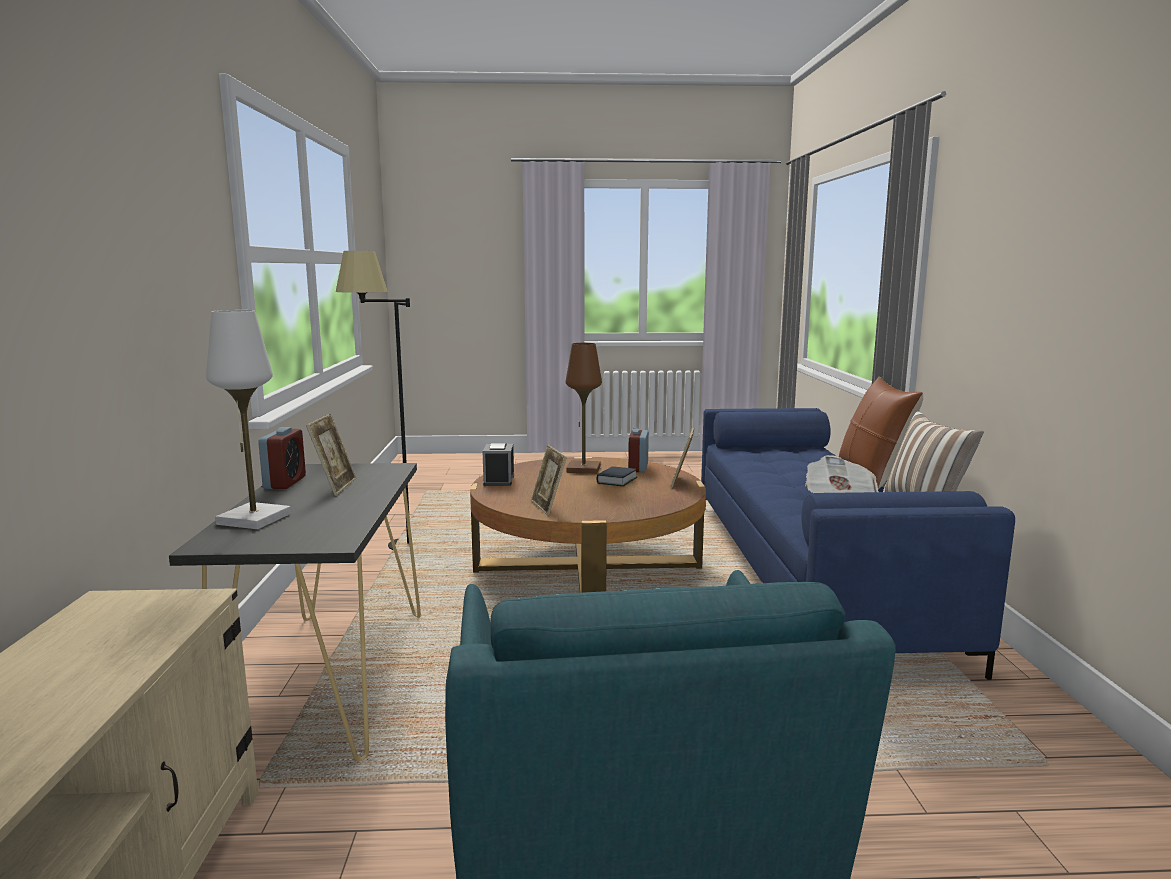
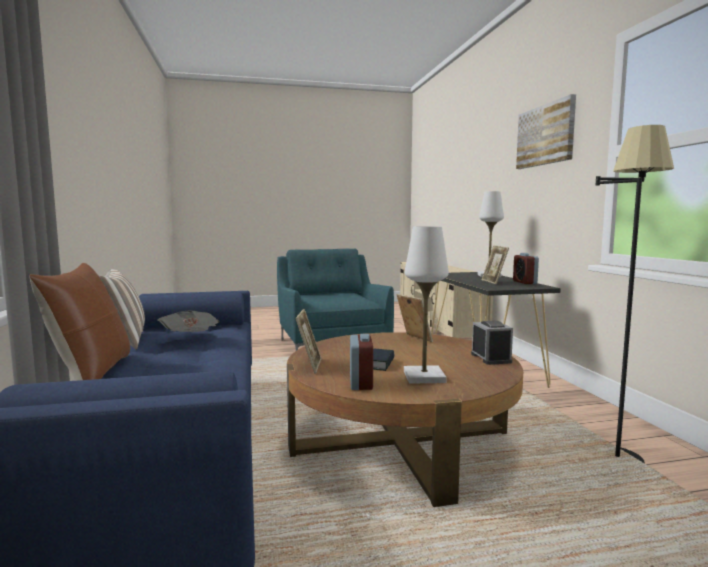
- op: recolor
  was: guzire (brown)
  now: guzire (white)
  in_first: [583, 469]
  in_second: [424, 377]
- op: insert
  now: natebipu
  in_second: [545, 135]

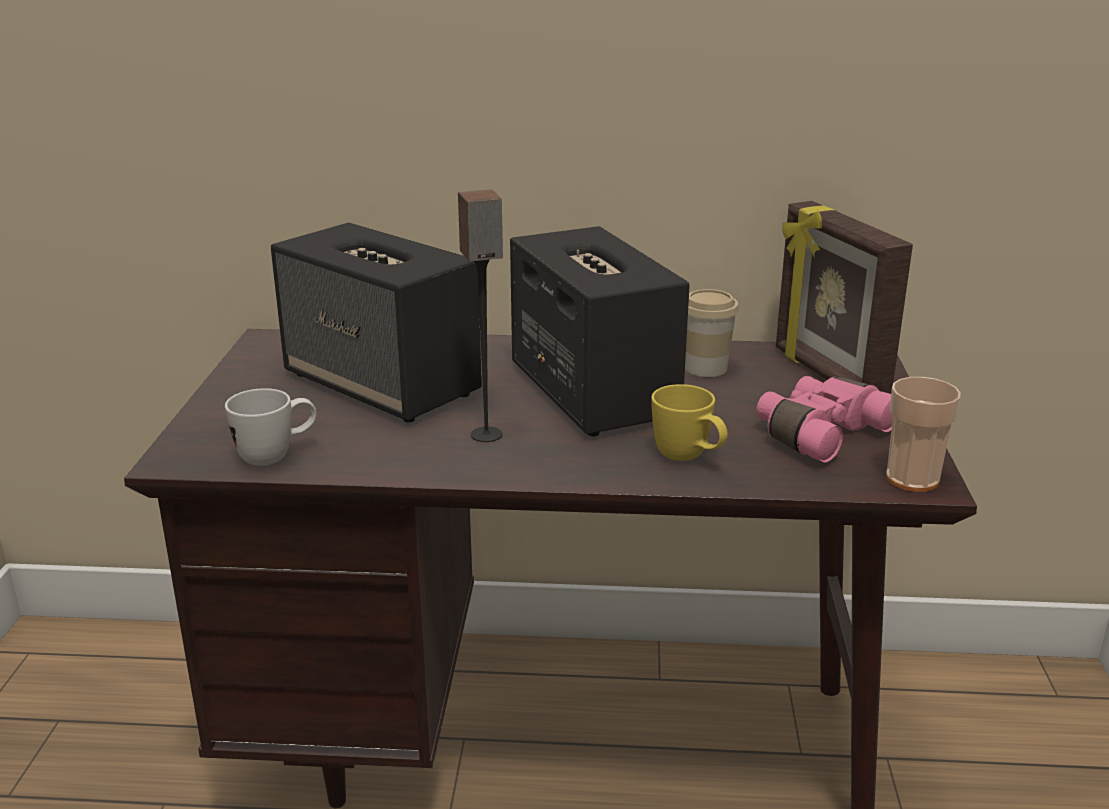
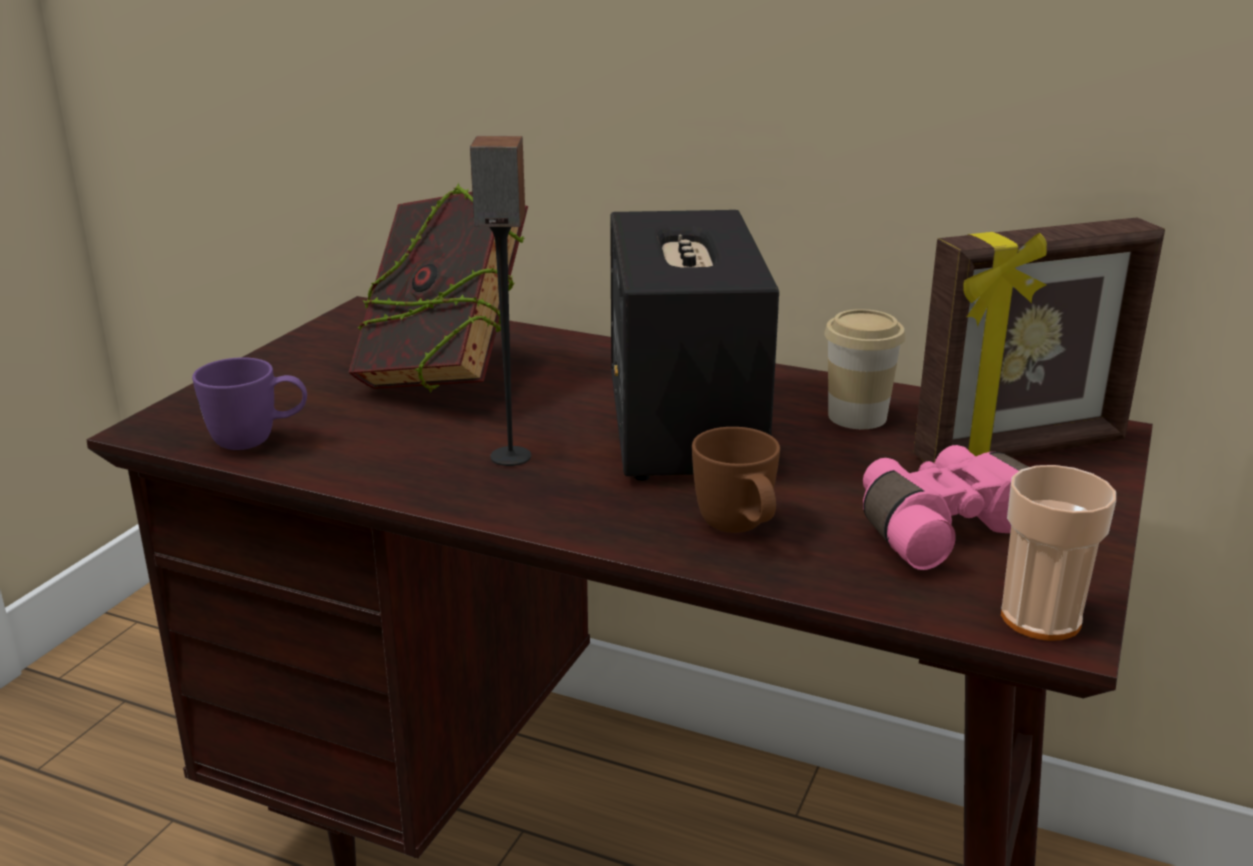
- op: rotate
  was: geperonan
  in_first: [827, 375]
  in_second: [1022, 451]
  clockwise: -105
- op: replace
  was: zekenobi
  now: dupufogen
  in_first: [383, 385]
  in_second: [445, 379]
- op: recolor
  was: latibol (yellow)
  now: latibol (brown)
  in_first: [689, 458]
  in_second: [740, 531]
- op: recolor
  was: latibol (white)
  now: latibol (purple)
  in_first: [277, 456]
  in_second: [258, 441]

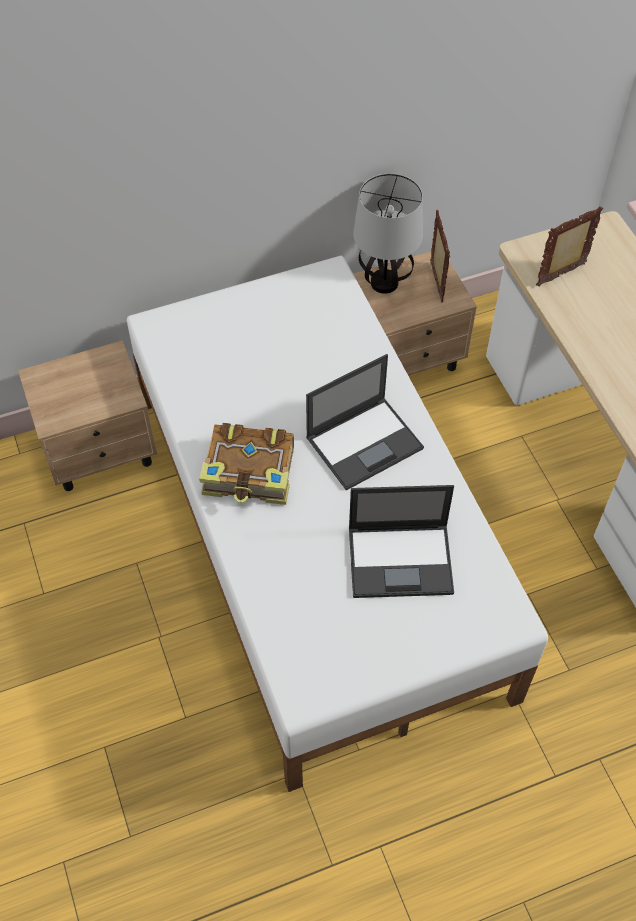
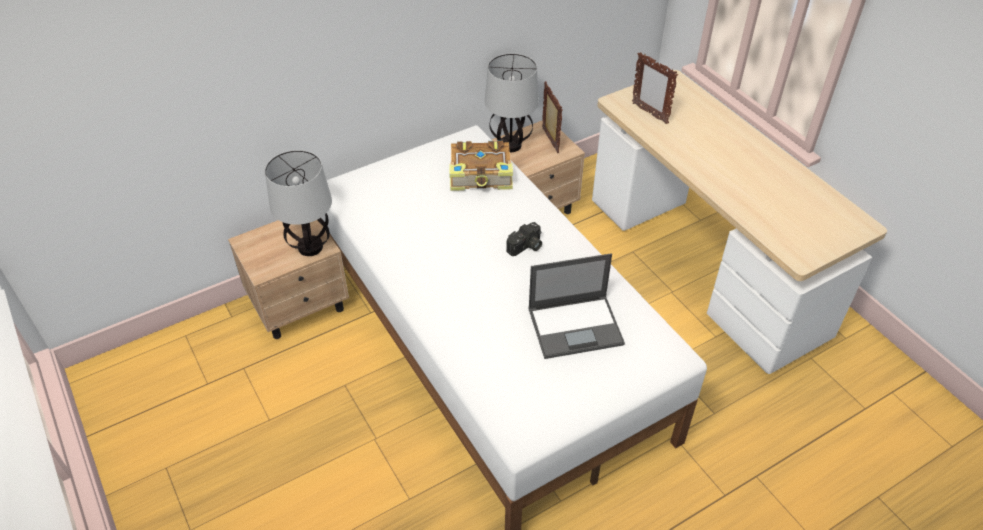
- op: rotate
  was: geperonan
  in_first: [561, 275]
  in_second: [649, 113]
  clockwise: -90
- op: replace
  was: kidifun
  now: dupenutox
  in_first: [365, 442]
  in_second: [526, 247]
- op: move
  was: dupufogen
  in_first: [250, 473]
  in_second: [481, 175]
- op: insert
  now: guzire
  in_second: [311, 248]

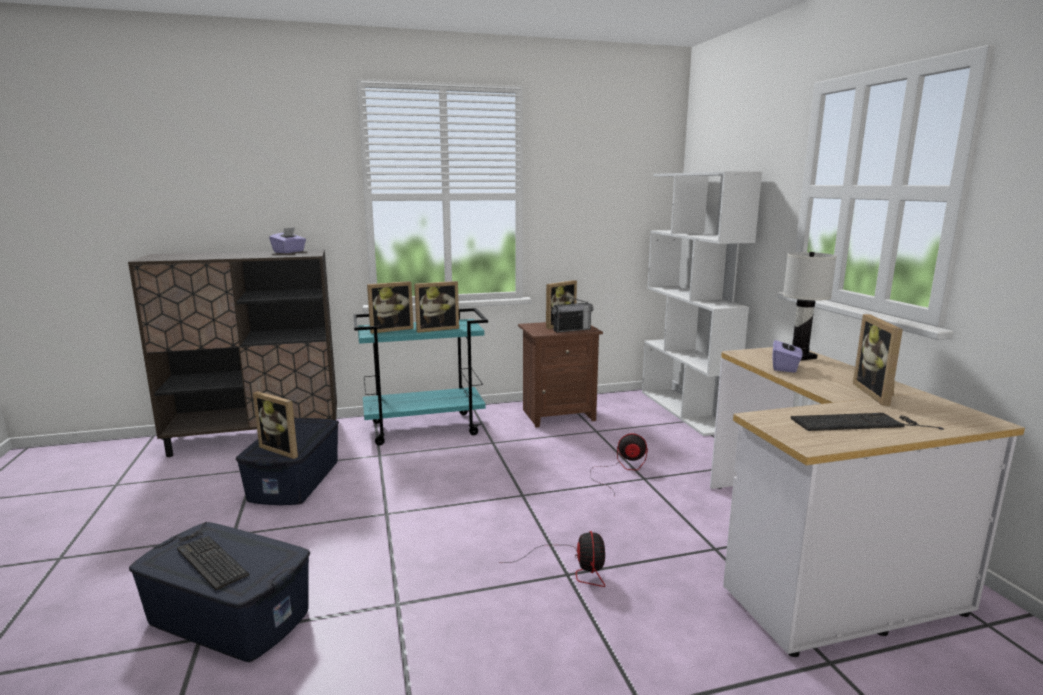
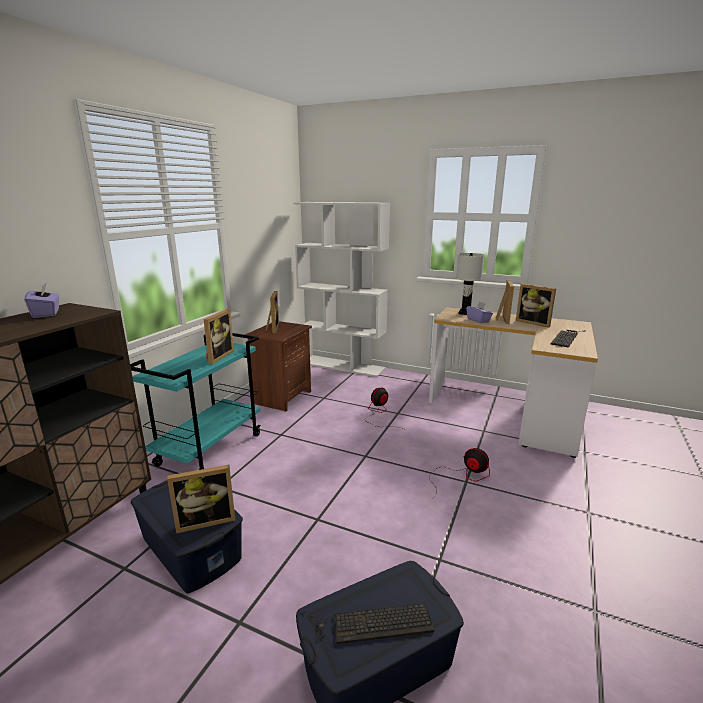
- op: move
  was: geperonan
  in_first: [390, 329]
  in_second: [501, 319]
- op: delete
  was: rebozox
  in_first: [571, 330]

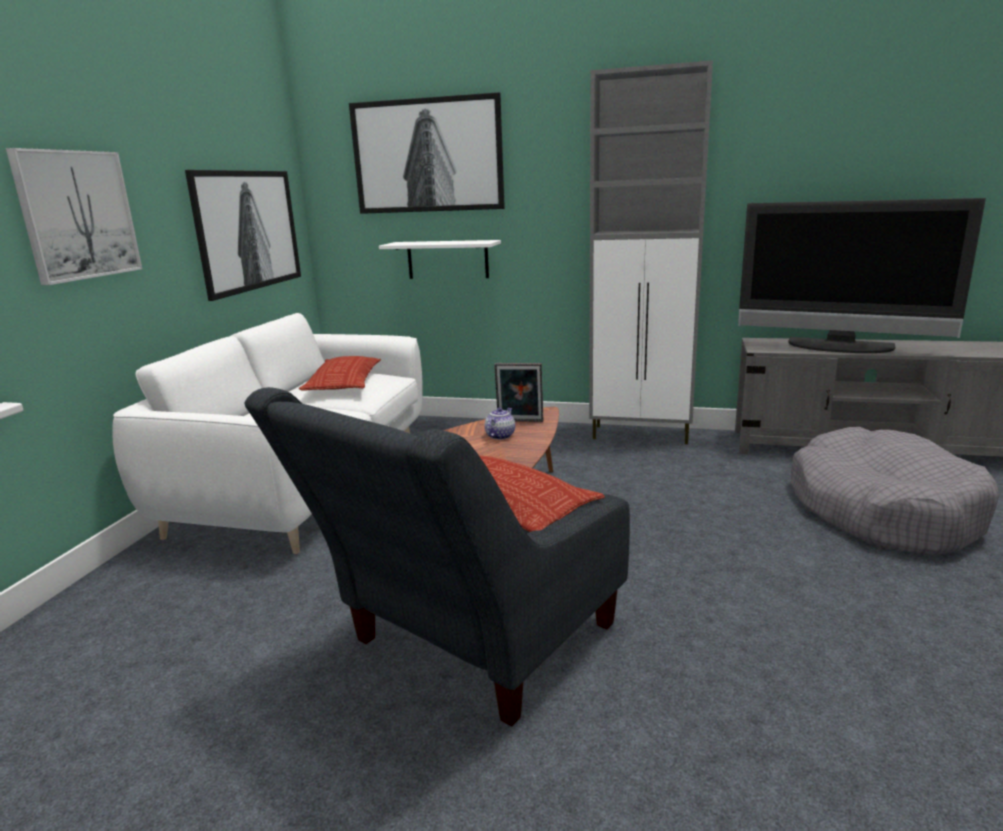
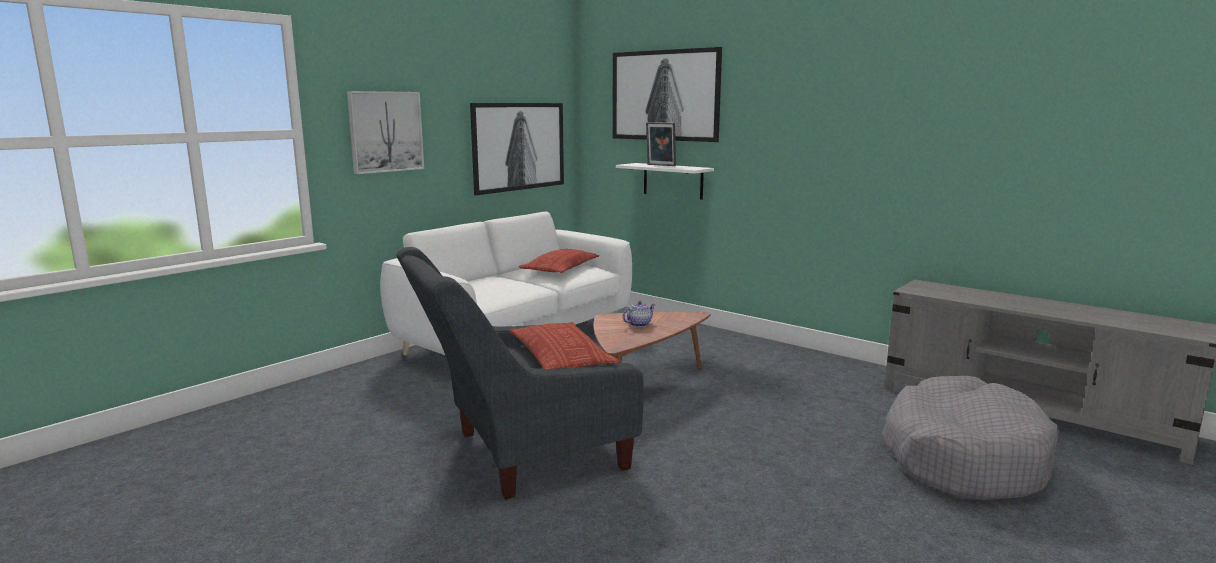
- op: delete
  was: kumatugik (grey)
  in_first: [642, 435]
- op: delete
  was: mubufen
  in_first: [839, 347]
- op: move
  was: geperonan
  in_first: [520, 421]
  in_second: [660, 165]

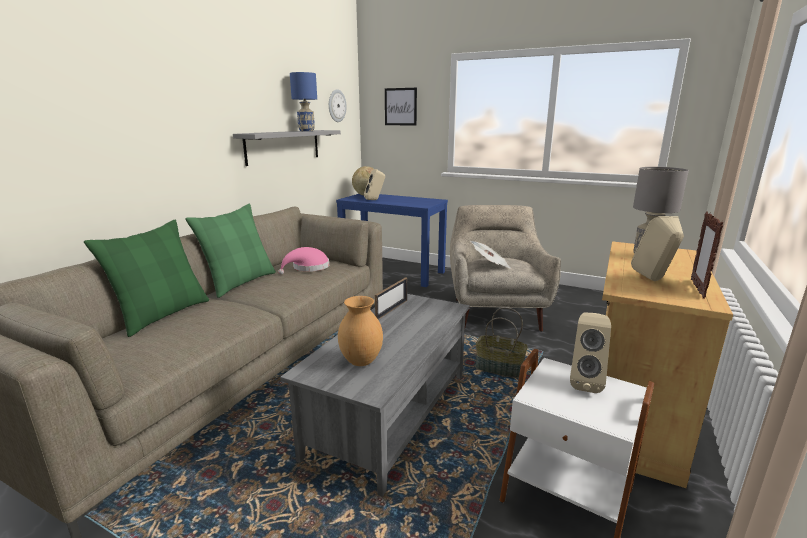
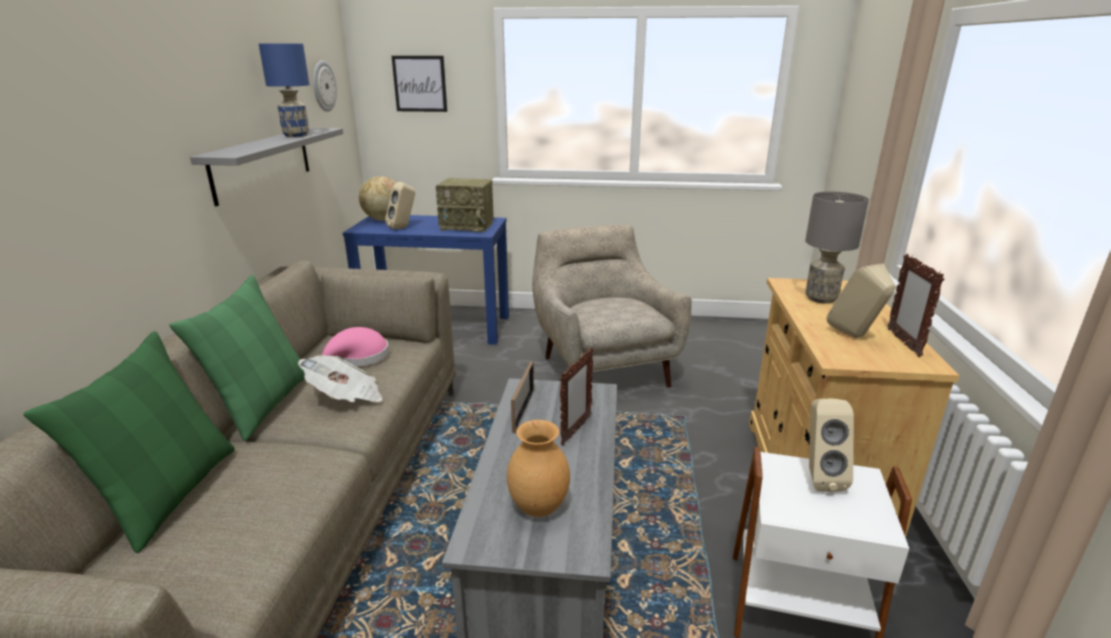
- op: move
  was: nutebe
  in_first: [490, 265]
  in_second: [346, 397]
- op: delete
  was: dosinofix
  in_first: [498, 369]
- op: insert
  now: rebozox
  in_second: [468, 226]
- op: insert
  now: geperonan
  in_second: [575, 431]

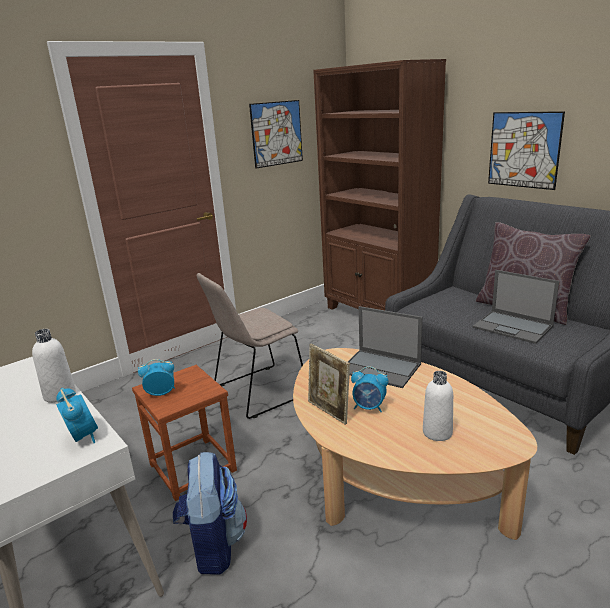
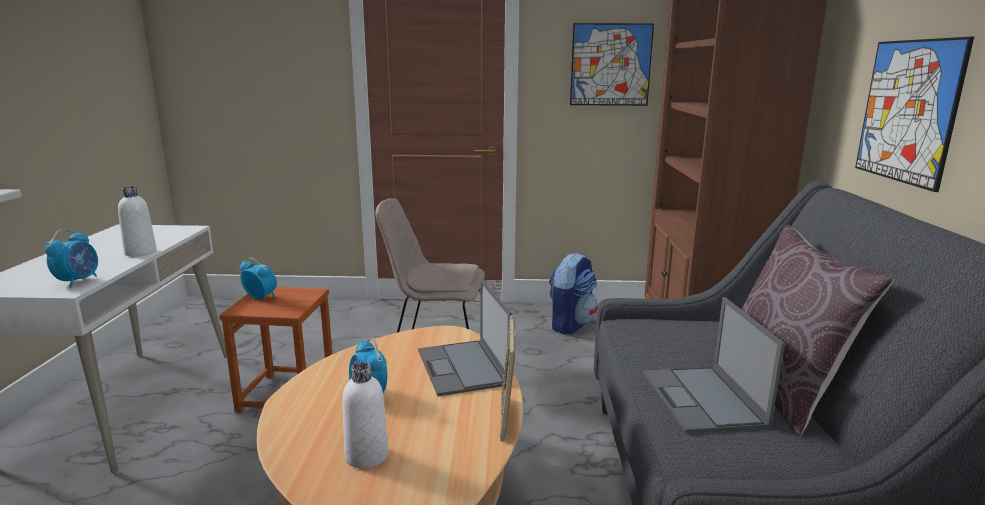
- op: move
  was: geperonan
  in_first: [329, 411]
  in_second: [506, 418]
- op: move
  was: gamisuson
  in_first: [213, 545]
  in_second: [570, 324]

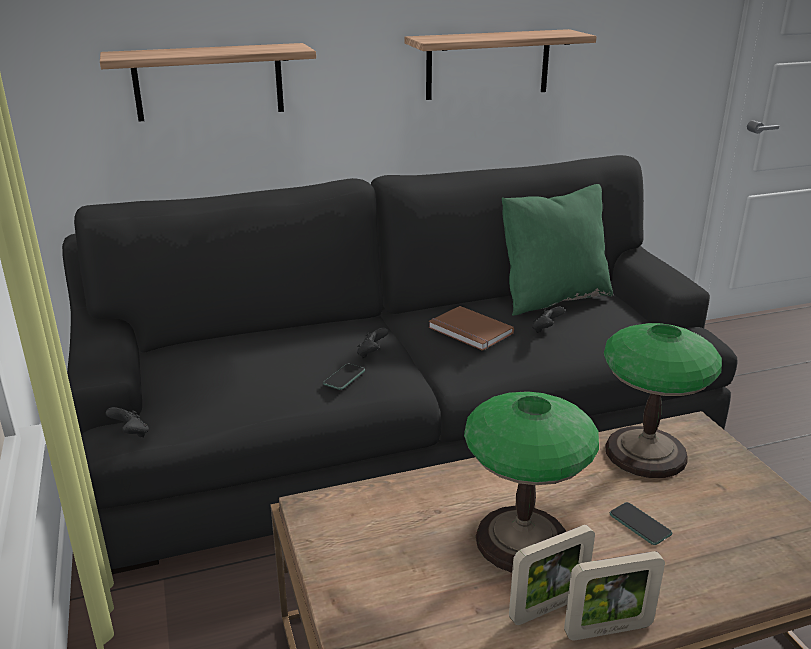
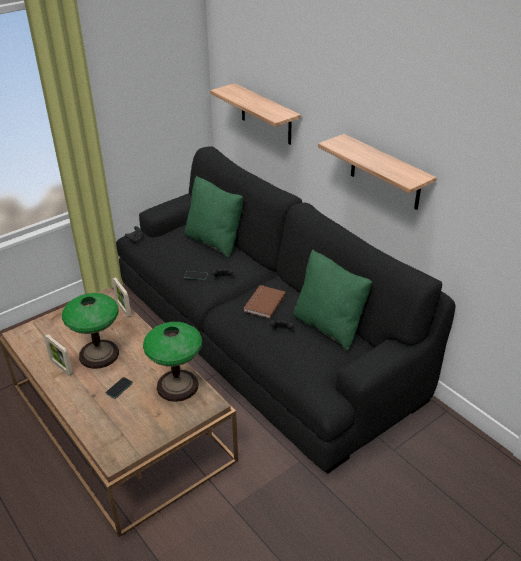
- op: move
  was: geperonan
  in_first: [608, 630]
  in_second: [123, 309]
- op: insert
  now: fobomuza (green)
  in_second: [214, 241]

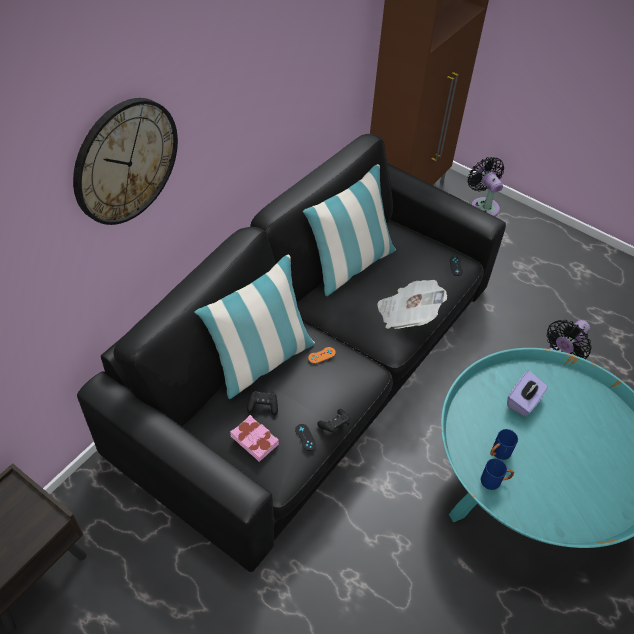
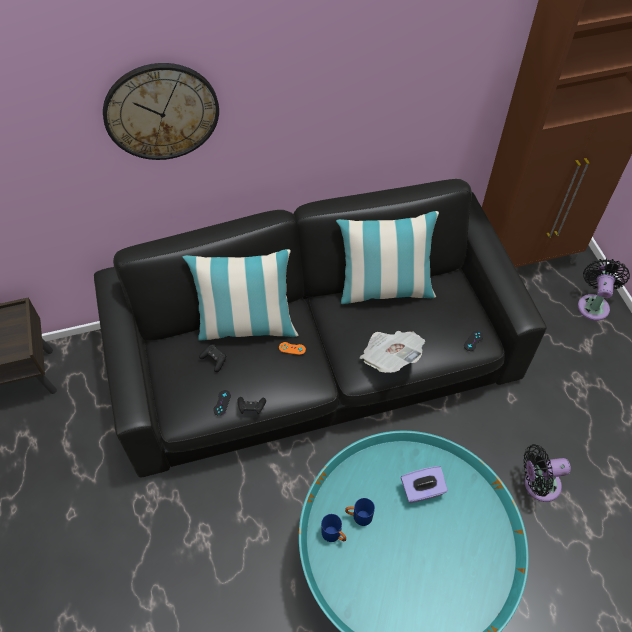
- op: delete
  was: dupufogen (pink)
  in_first: [255, 440]

